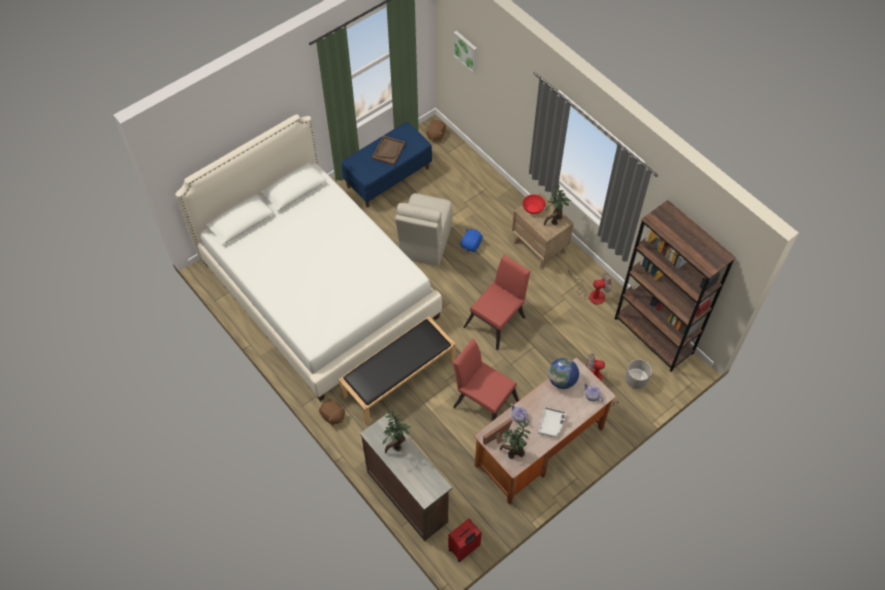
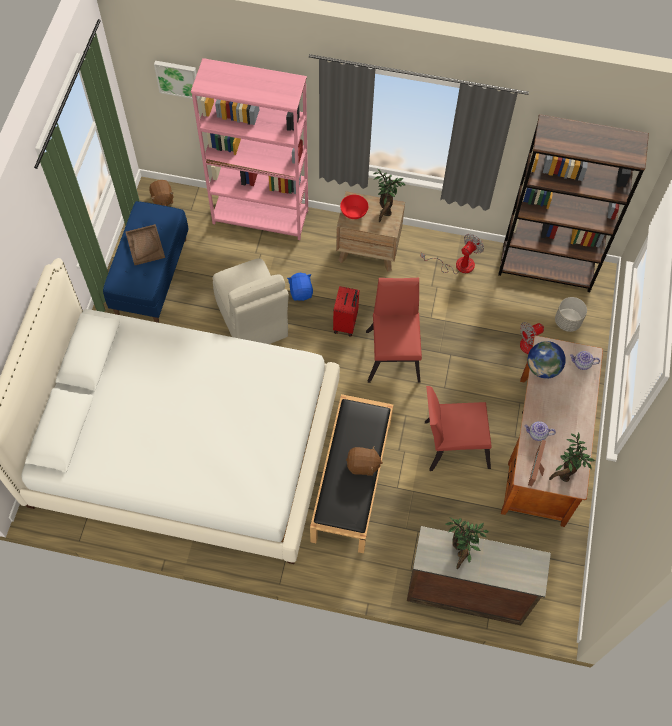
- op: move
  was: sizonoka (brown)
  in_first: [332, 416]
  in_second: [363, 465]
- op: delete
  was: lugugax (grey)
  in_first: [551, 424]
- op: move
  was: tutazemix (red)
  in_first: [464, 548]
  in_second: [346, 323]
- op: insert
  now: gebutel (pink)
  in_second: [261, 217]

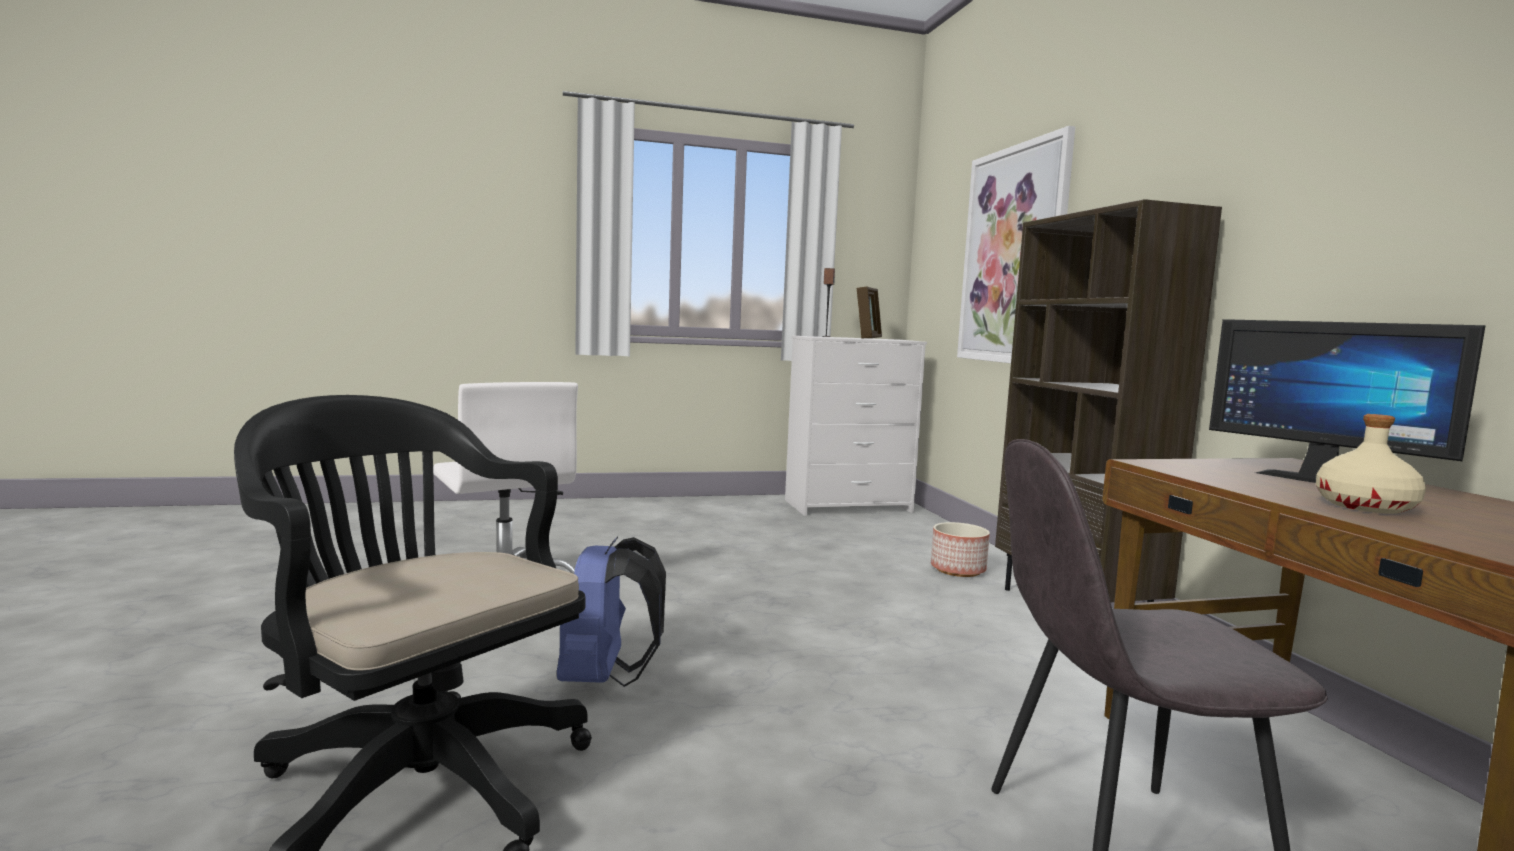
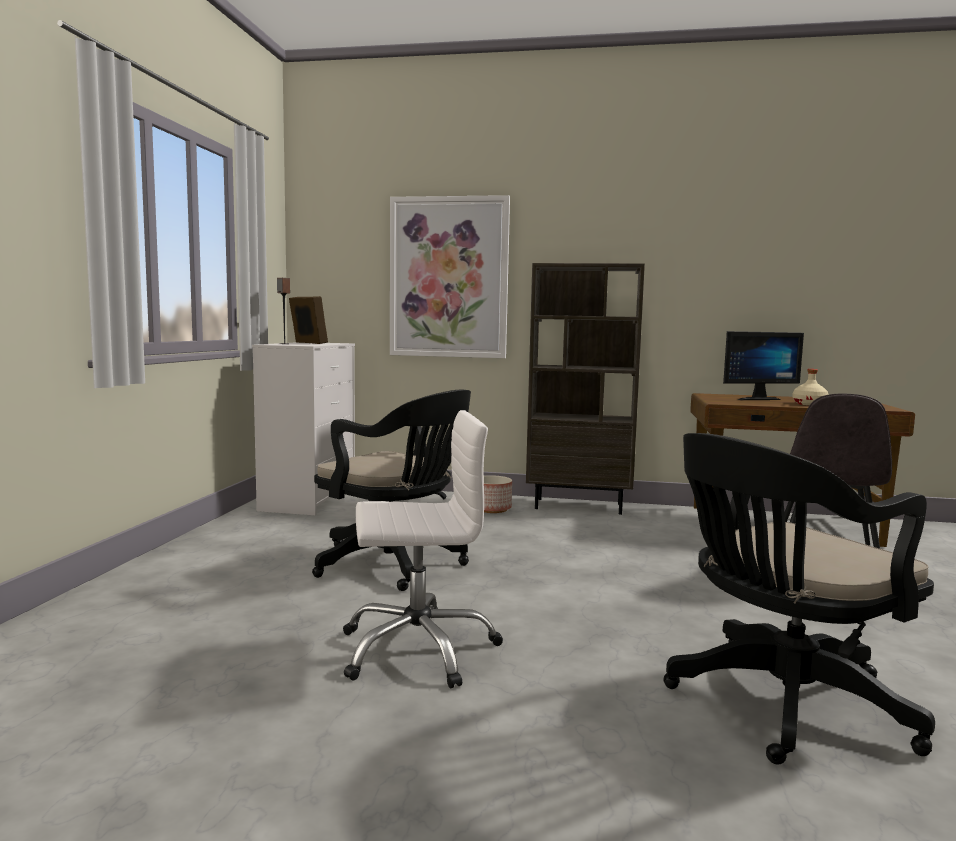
- op: delete
  was: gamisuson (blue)
  in_first: [605, 678]
- op: insert
  now: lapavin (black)
  in_second: [395, 565]

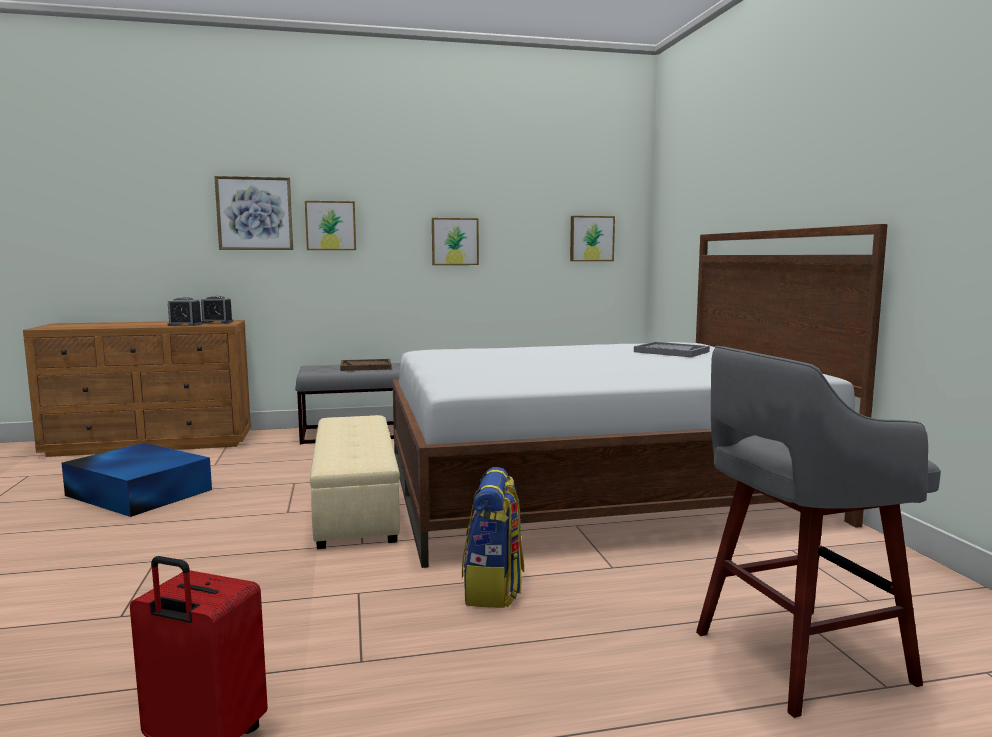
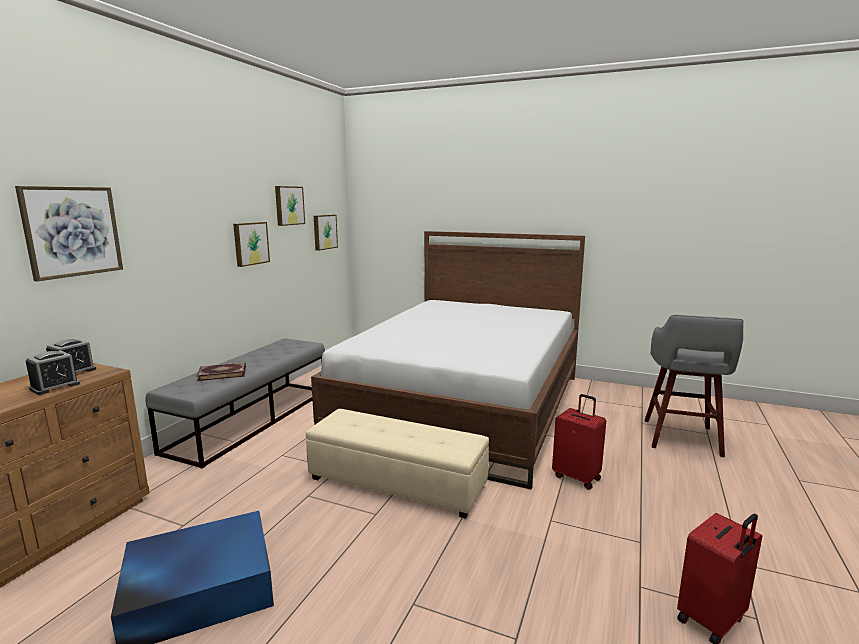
- op: move
  was: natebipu
  in_first: [330, 226]
  in_second: [288, 205]
- op: delete
  was: lugugax (grey)
  in_first: [671, 352]
- op: replace
  was: lugugax (brown)
  now: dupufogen
  in_first: [366, 367]
  in_second: [222, 373]
- op: replace
  was: gamisuson
  now: tutazemix (red)
  in_first: [494, 589]
  in_second: [577, 477]

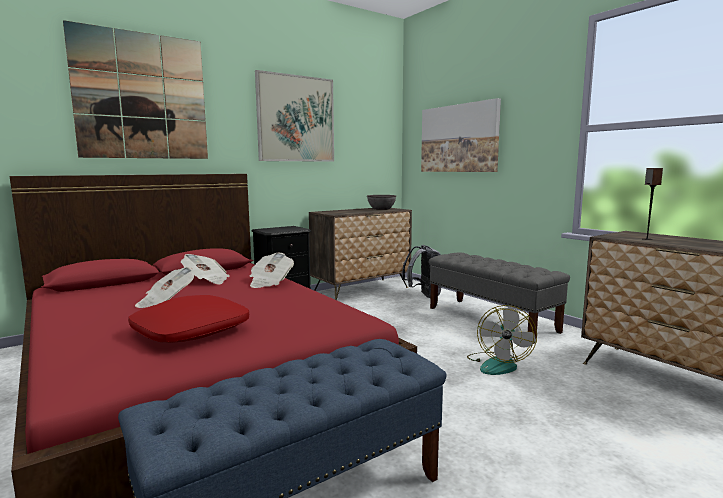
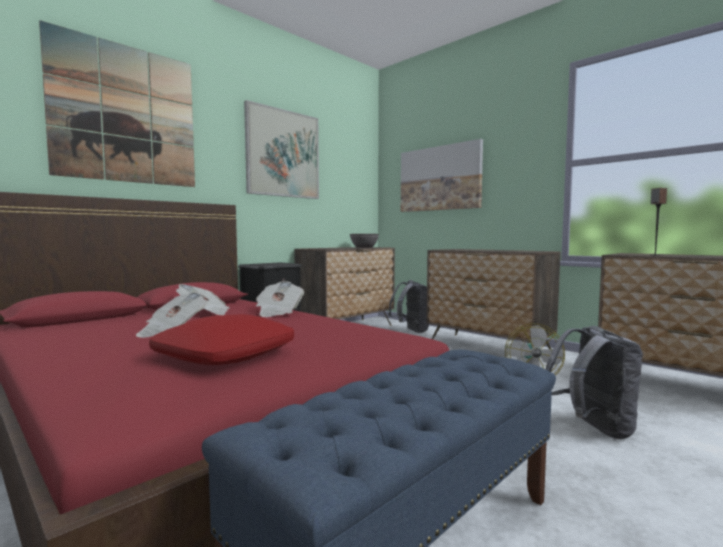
- op: replace
  was: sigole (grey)
  now: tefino
  in_first: [491, 319]
  in_second: [488, 348]
- op: insert
  now: gamisuson (grey)
  in_second: [593, 428]

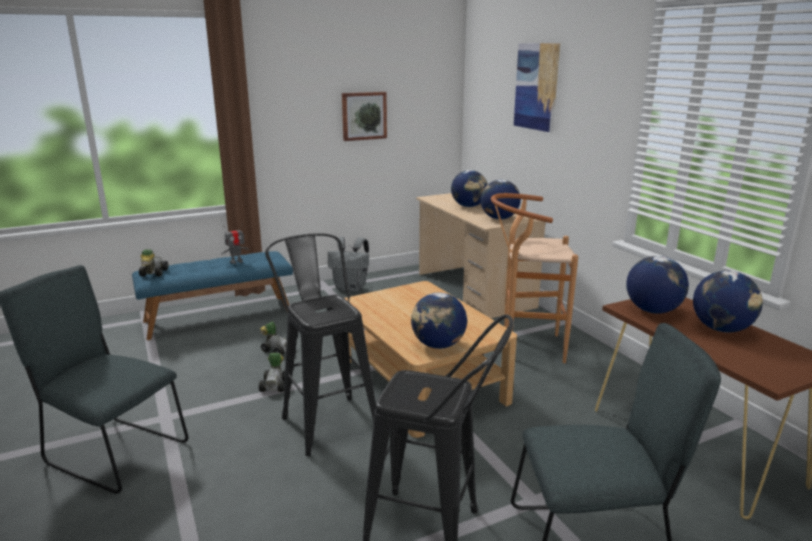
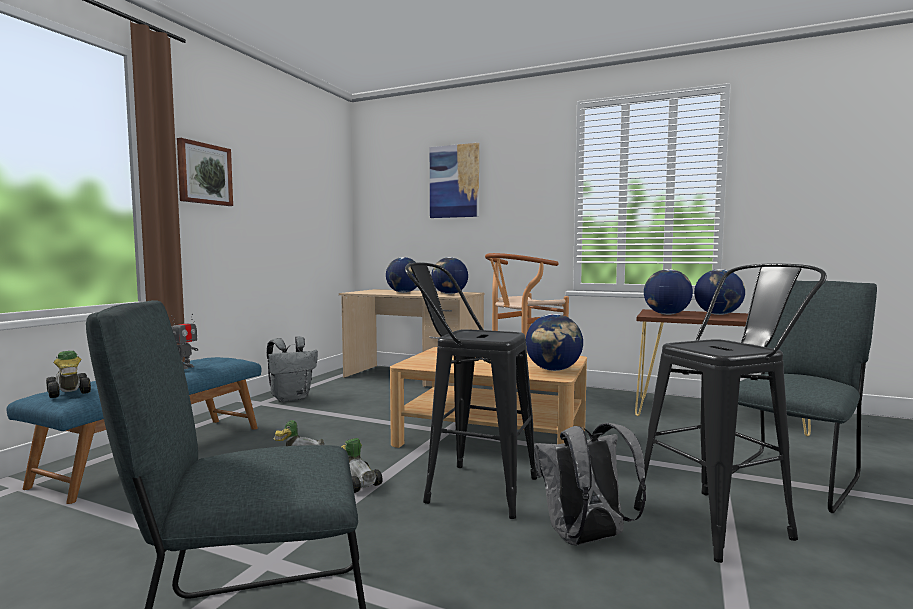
- op: move
  was: natebipu
  in_first: [364, 116]
  in_second: [204, 174]
- op: insert
  now: gamisuson (grey)
  in_second: [586, 539]

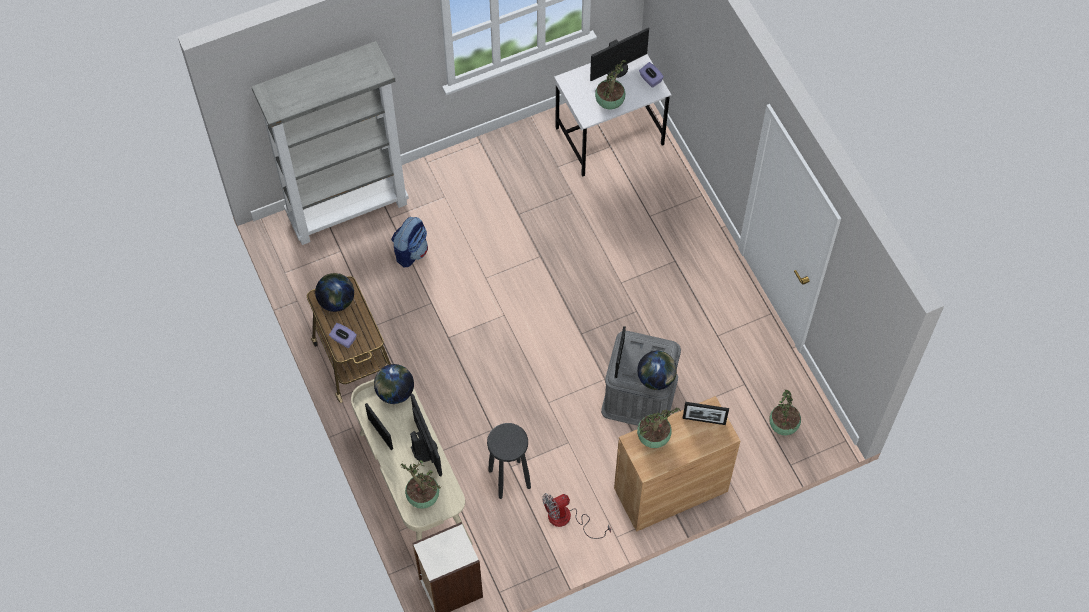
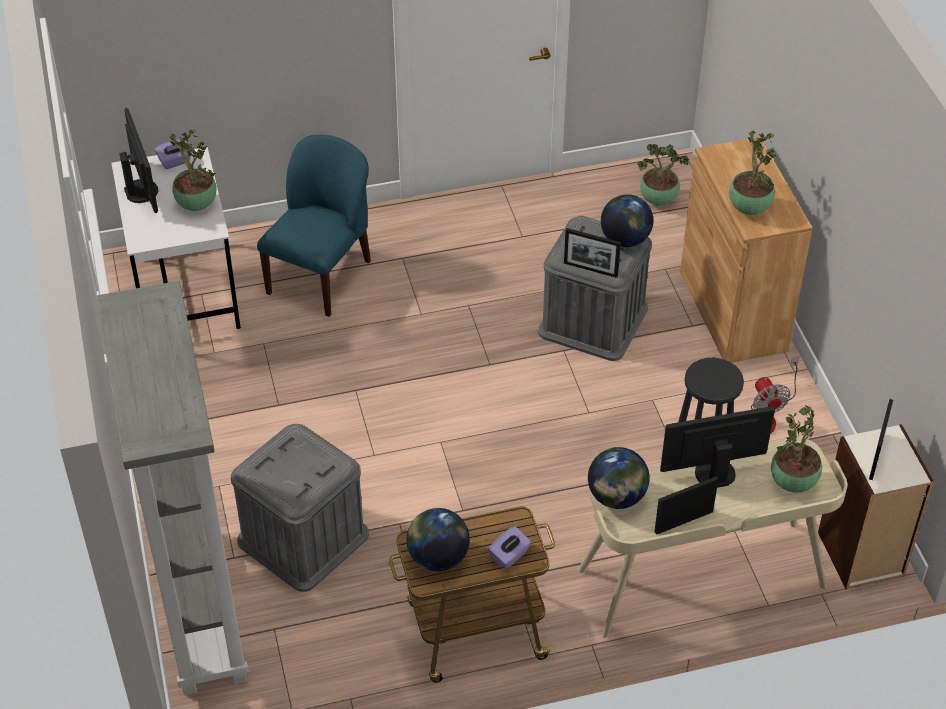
- op: replace
  was: gamisuson
  now: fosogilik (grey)
  in_first: [411, 251]
  in_second: [303, 537]
- op: move
  was: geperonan
  in_first: [704, 420]
  in_second: [876, 456]
- op: insert
  now: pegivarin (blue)
  in_second: [321, 276]

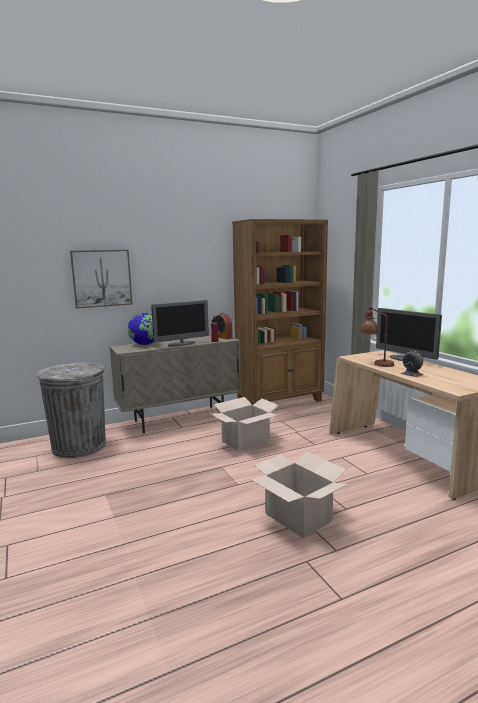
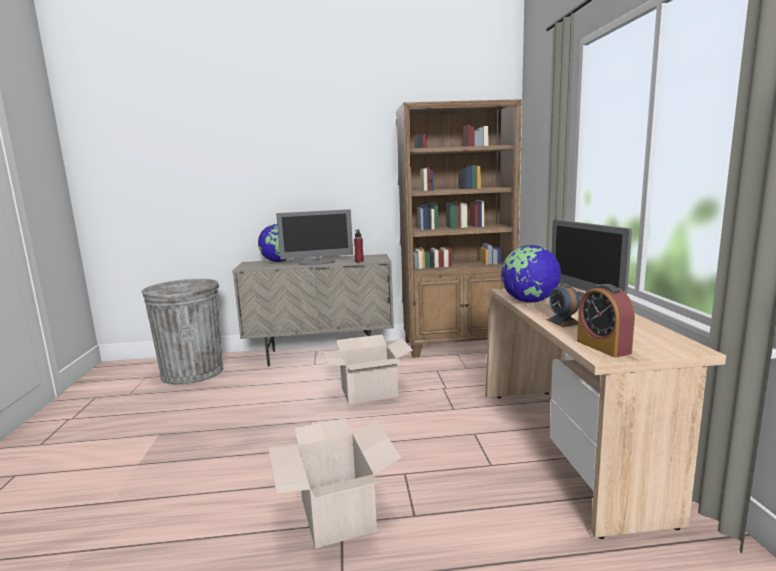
- op: delete
  was: natebipu
  in_first: [102, 278]
- op: replace
  was: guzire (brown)
  now: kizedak
  in_first: [375, 363]
  in_second: [529, 301]
- op: move
  was: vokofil
  in_first: [223, 337]
  in_second: [603, 347]

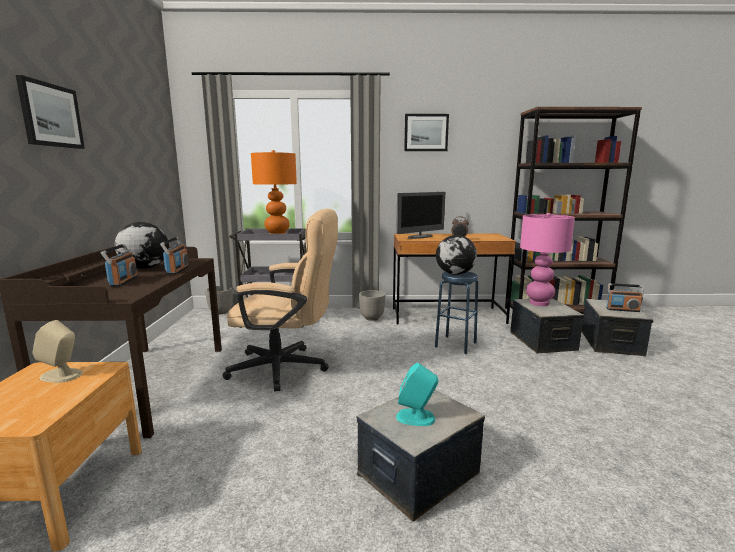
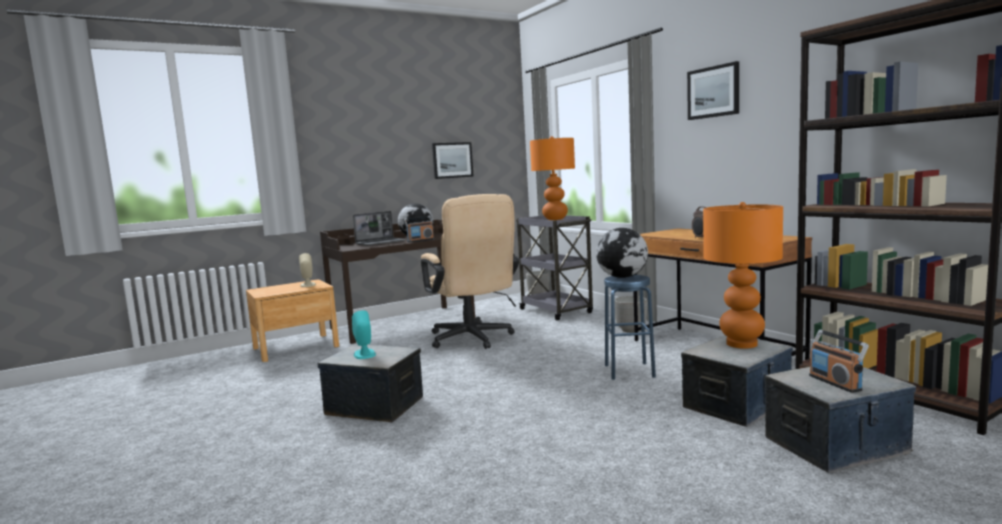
- op: move
  was: natebipu
  in_first: [51, 115]
  in_second: [452, 160]
- op: delete
  was: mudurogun
  in_first: [420, 237]
- op: recolor
  was: guzire (pink)
  now: guzire (orange)
  in_first: [538, 303]
  in_second: [741, 344]
- op: replace
  was: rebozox
  now: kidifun
  in_first: [123, 281]
  in_second: [381, 242]

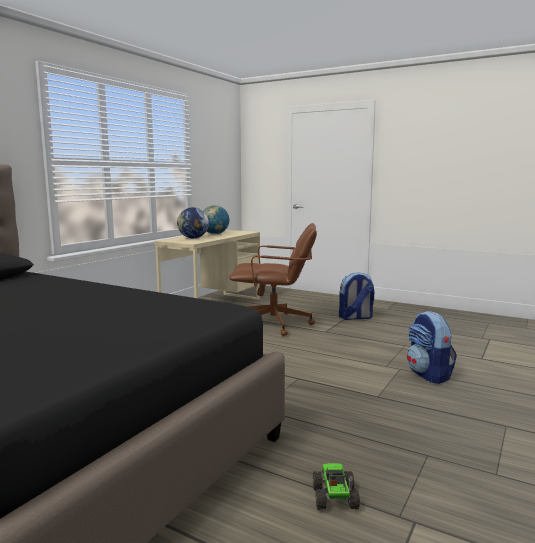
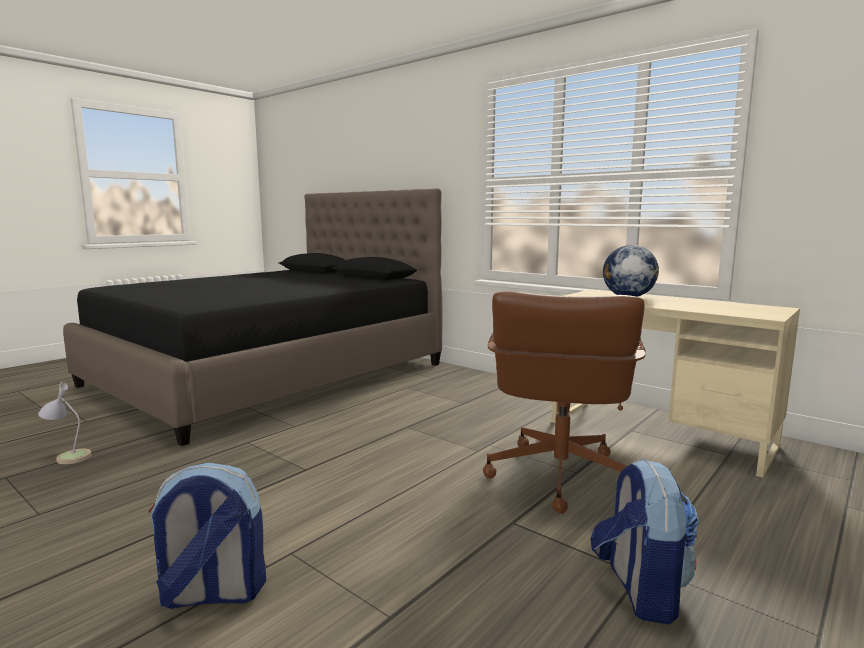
- op: delete
  was: kizedak
  in_first: [215, 234]
- op: replace
  was: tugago
  now: guzire
  in_first: [334, 498]
  in_second: [68, 457]

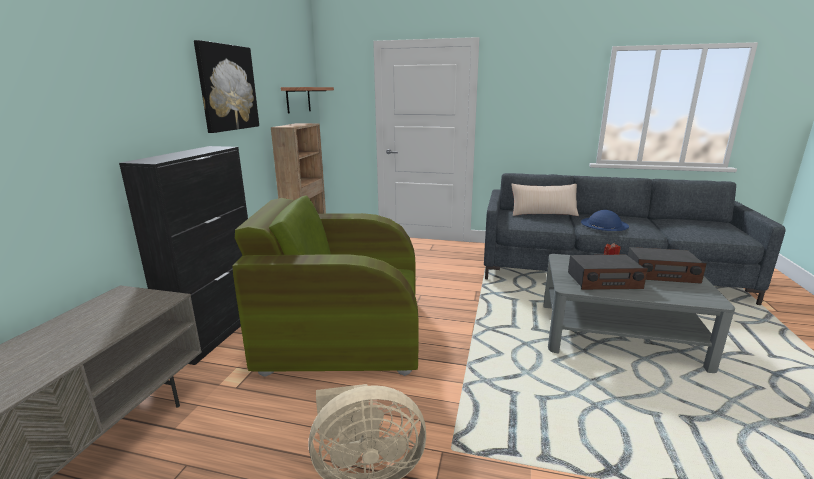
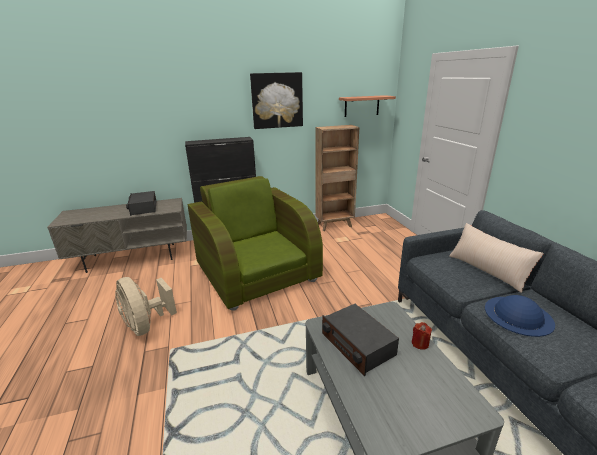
- op: move
  was: rebozox
  in_first: [661, 273]
  in_second: [143, 208]

